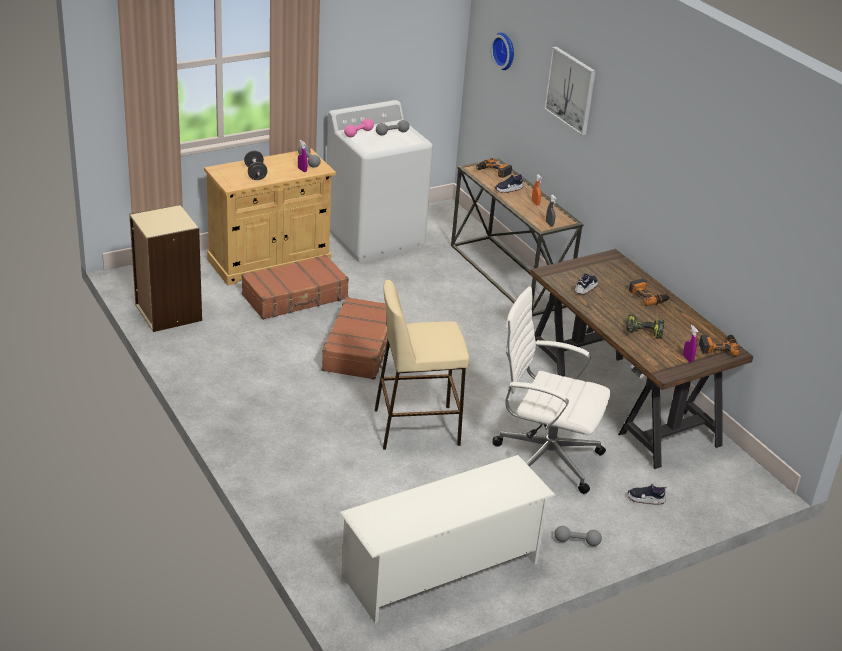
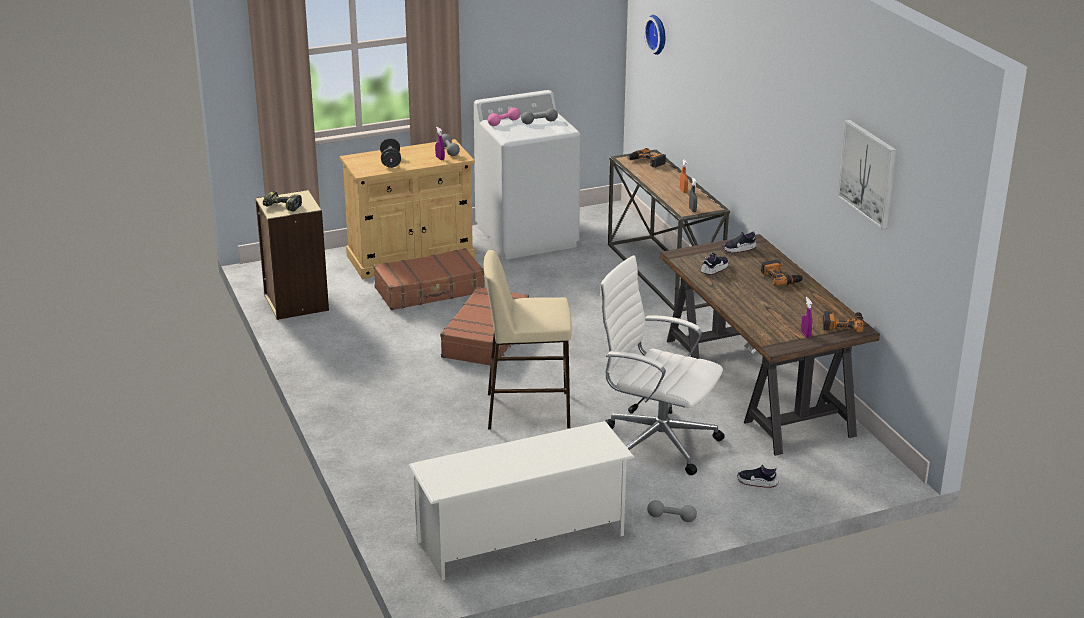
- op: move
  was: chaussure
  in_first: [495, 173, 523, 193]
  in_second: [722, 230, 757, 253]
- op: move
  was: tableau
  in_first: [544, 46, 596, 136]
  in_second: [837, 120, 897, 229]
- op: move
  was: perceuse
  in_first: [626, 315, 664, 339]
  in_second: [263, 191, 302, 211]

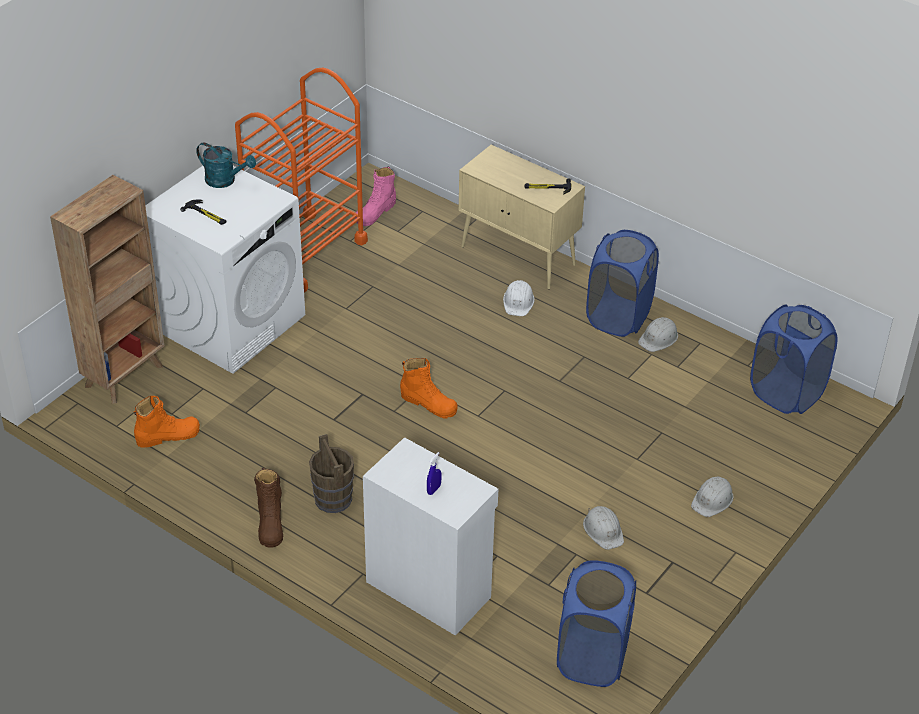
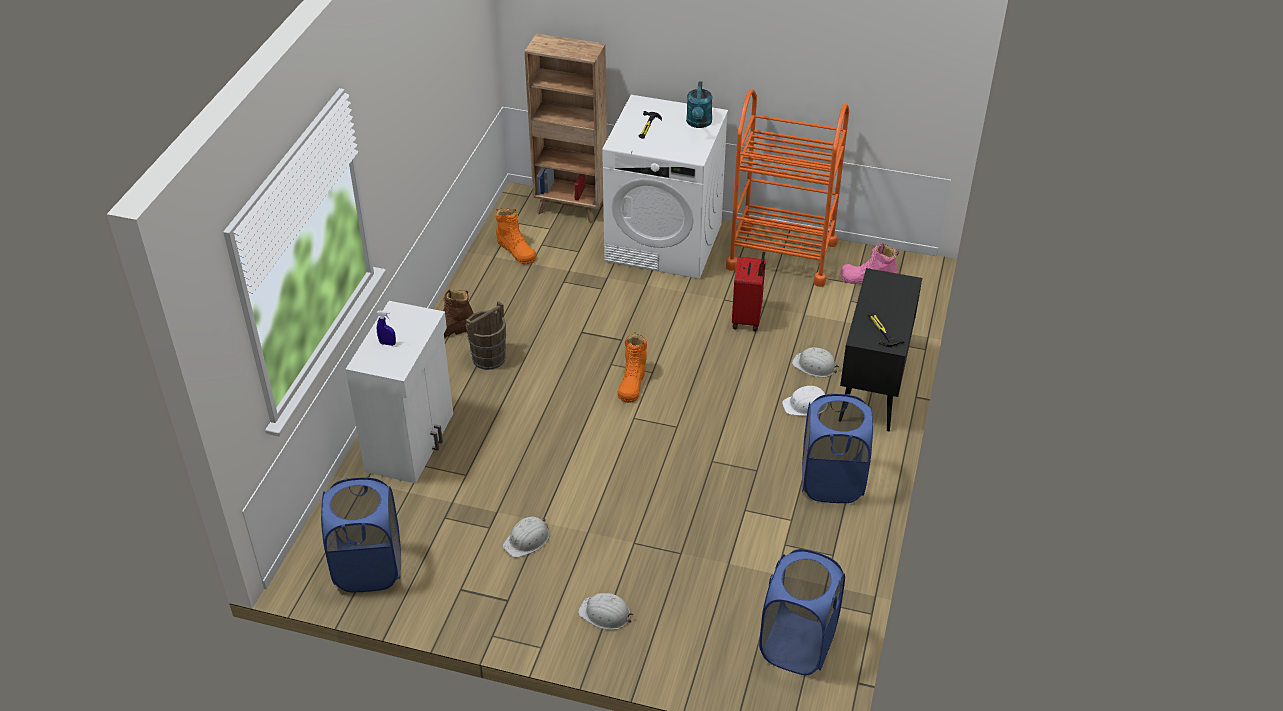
- op: recolor
  was: meuble de rangement/beige
  now: meuble de rangement/noir
  in_first: [459, 145, 585, 289]
  in_second: [840, 268, 922, 432]
- op: move
  was: casque de chantier/blanc
  in_first: [638, 317, 678, 352]
  in_second: [792, 348, 839, 378]
- op: insert
  now: valise/rouge
  in_second: [732, 252, 766, 332]

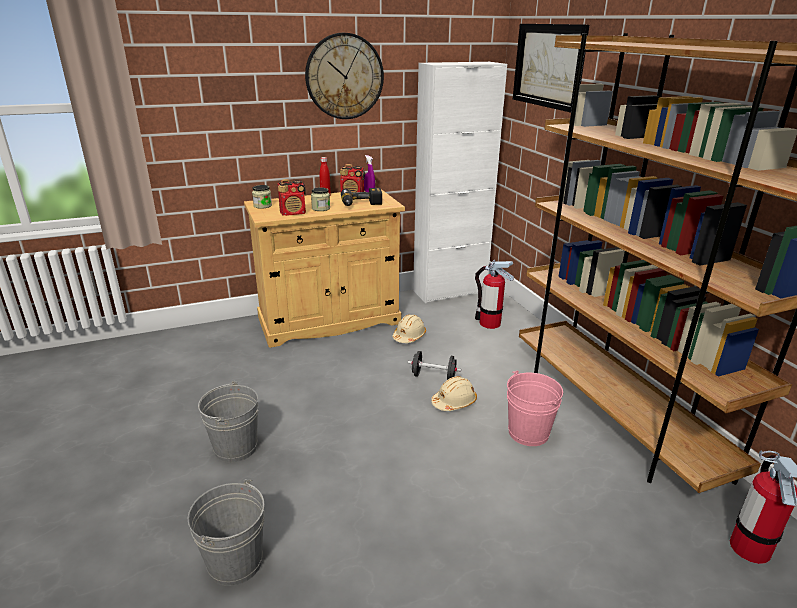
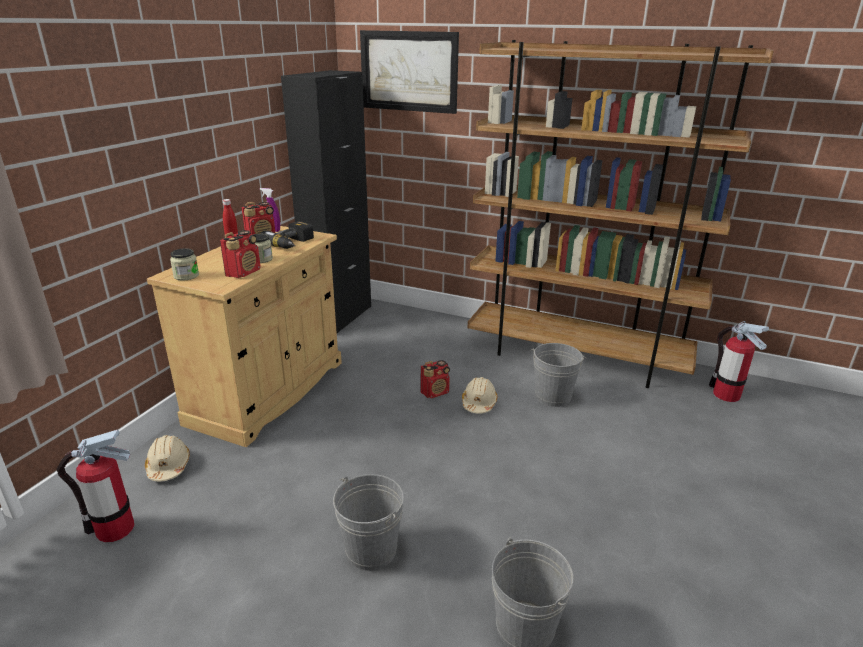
- op: delete
  was: horloge murale
  in_first: [305, 33, 384, 119]
- op: move
  was: casque de chantier/beige
  in_first: [392, 314, 426, 343]
  in_second: [145, 435, 190, 481]
- op: replace
  was: haltère/noir
  now: radio
  in_first: [408, 351, 461, 380]
  in_second: [421, 360, 450, 399]
- op: recolor
  was: meuble de rangement/blanc
  now: meuble de rangement/noir
  in_first: [413, 62, 507, 303]
  in_second: [281, 70, 371, 333]
- op: move
  was: extincteur
  in_first: [475, 260, 514, 329]
  in_second: [57, 430, 134, 542]
- op: recolor
  was: seau/rose
  now: seau/gris
  in_first: [507, 370, 563, 446]
  in_second: [530, 343, 587, 407]

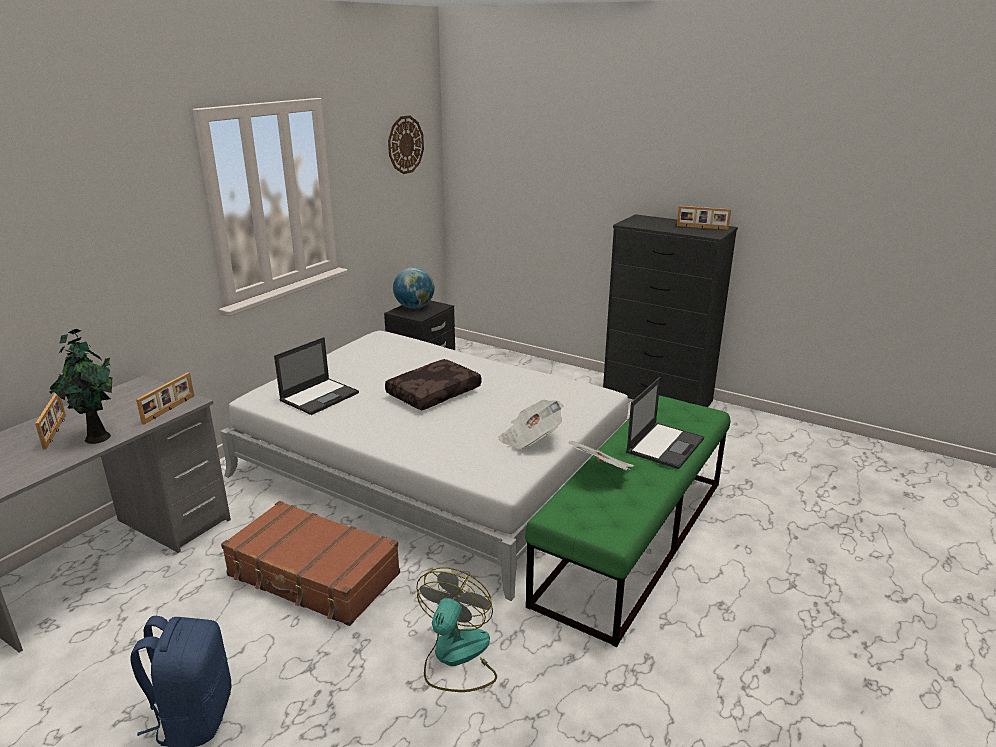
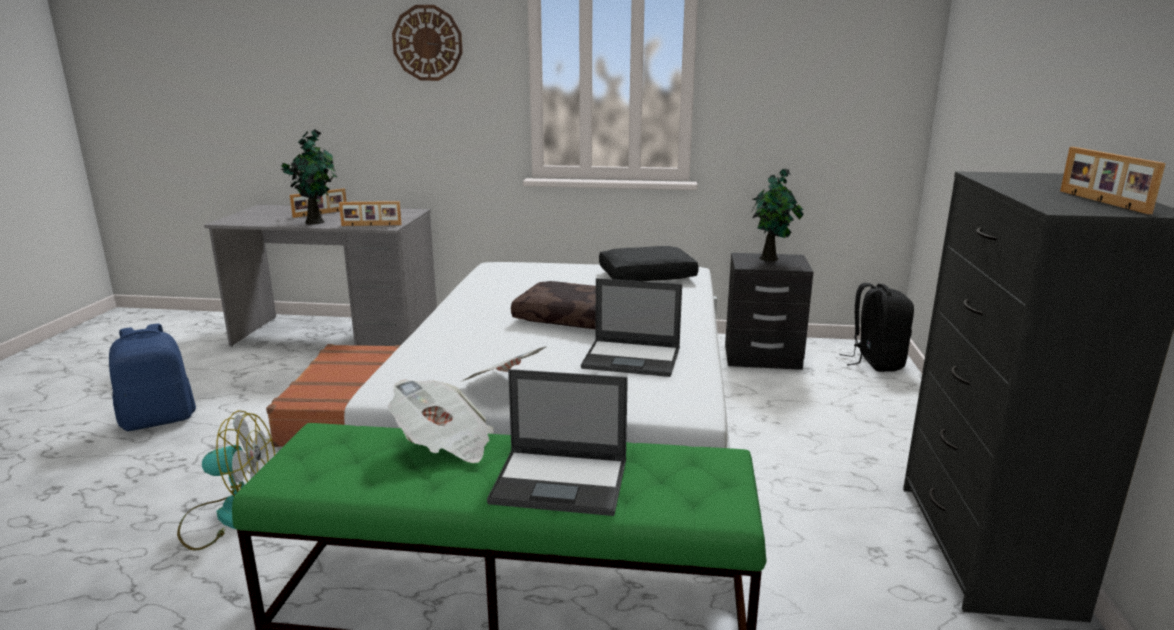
- op: move
  was: ordinateur portable
  in_first: [274, 337, 359, 415]
  in_second: [581, 278, 682, 377]
- op: move
  was: horloge murale
  in_first: [388, 115, 424, 174]
  in_second: [392, 5, 463, 81]
- op: replace
  was: globe
  now: plante en pot
  in_first: [393, 267, 435, 309]
  in_second: [751, 168, 804, 261]
- op: insert
  now: coussin/noir
  in_second: [599, 246, 699, 281]
- op: insert
  now: sac à dos/noir
  in_second: [839, 283, 914, 372]

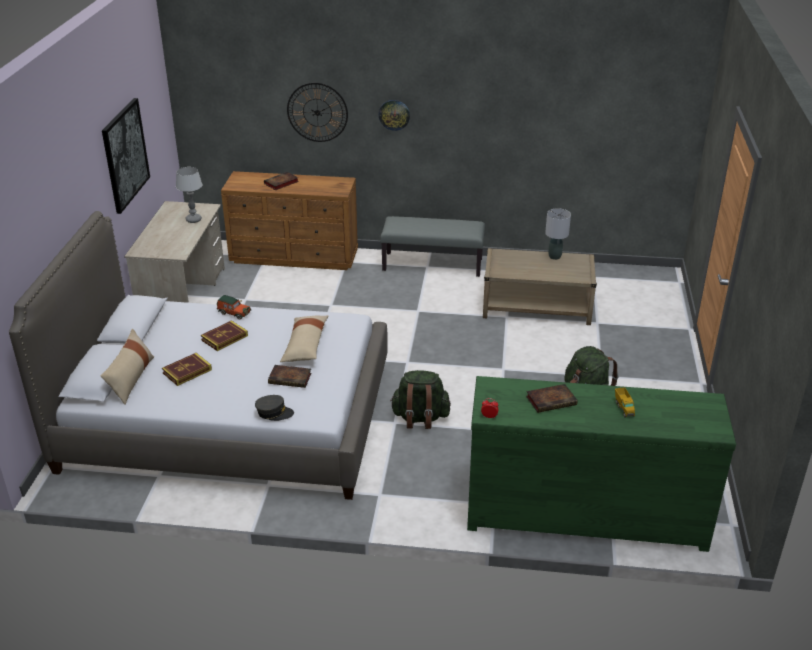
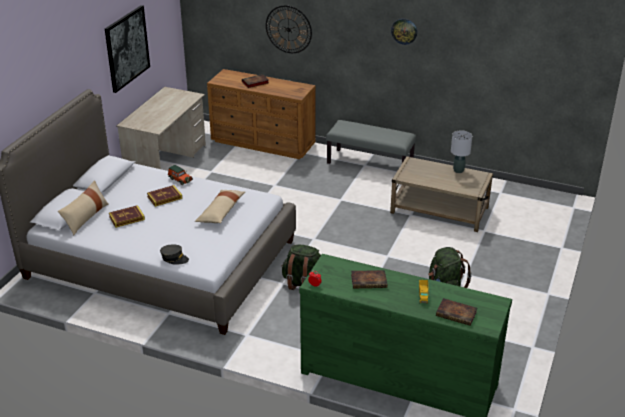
- op: delete
  was: lampe de table
  in_first: [176, 167, 202, 223]
- op: move
  was: livre
  in_first: [268, 365, 311, 388]
  in_second: [436, 298, 477, 326]
- op: move
  was: horloge murale
  in_first: [379, 100, 410, 131]
  in_second: [391, 19, 417, 45]

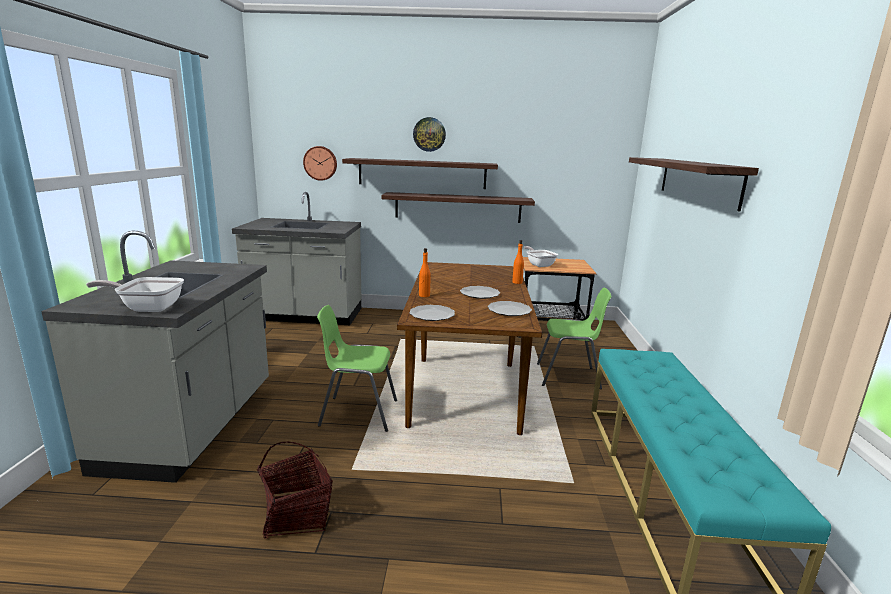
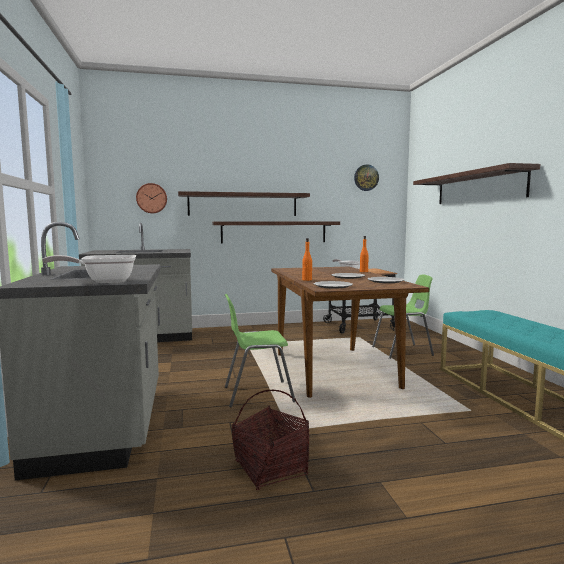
- op: move
  was: horloge murale
  in_first: [413, 117, 446, 152]
  in_second: [354, 164, 379, 191]

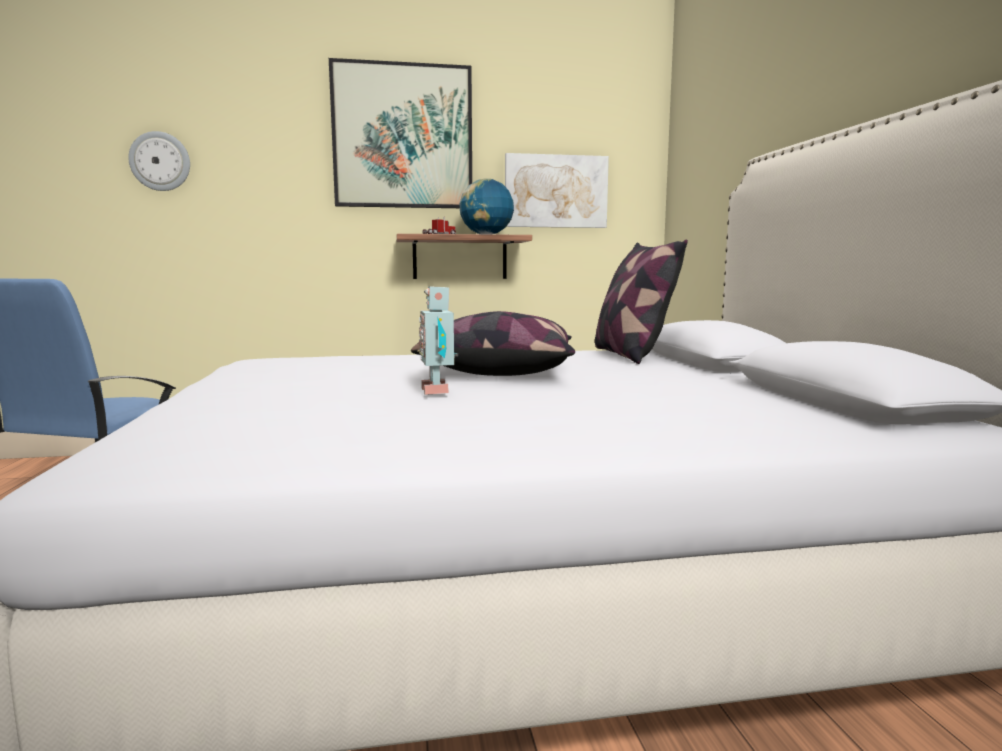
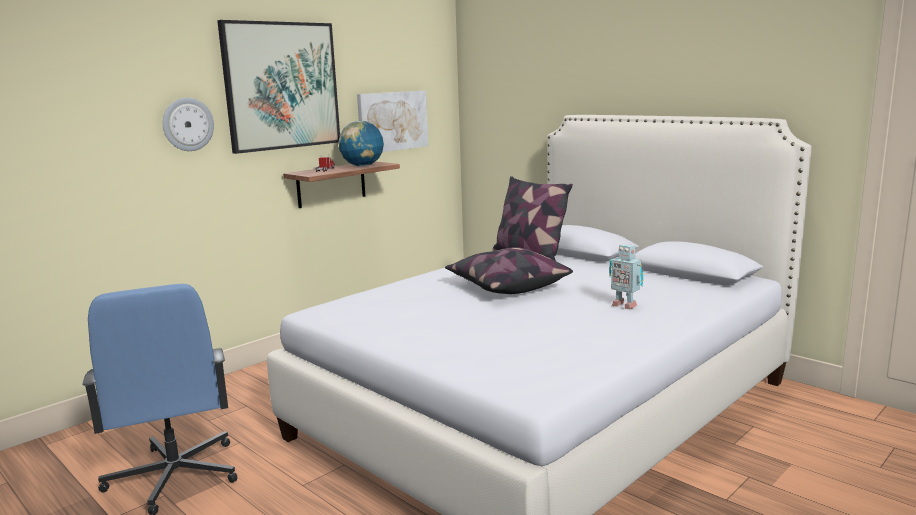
- op: move
  was: horloge murale
  in_first: [128, 131, 190, 191]
  in_second: [162, 98, 214, 151]
- op: move
  was: robot jouet
  in_first: [417, 286, 458, 395]
  in_second: [609, 244, 643, 310]

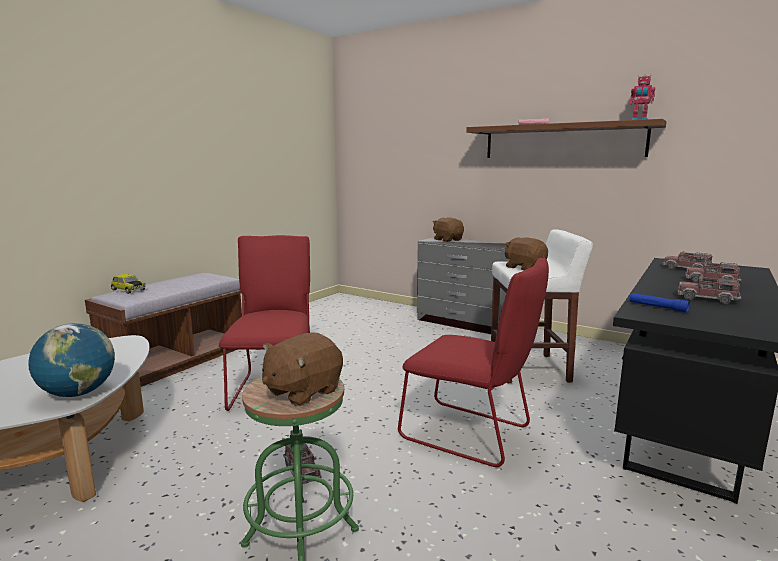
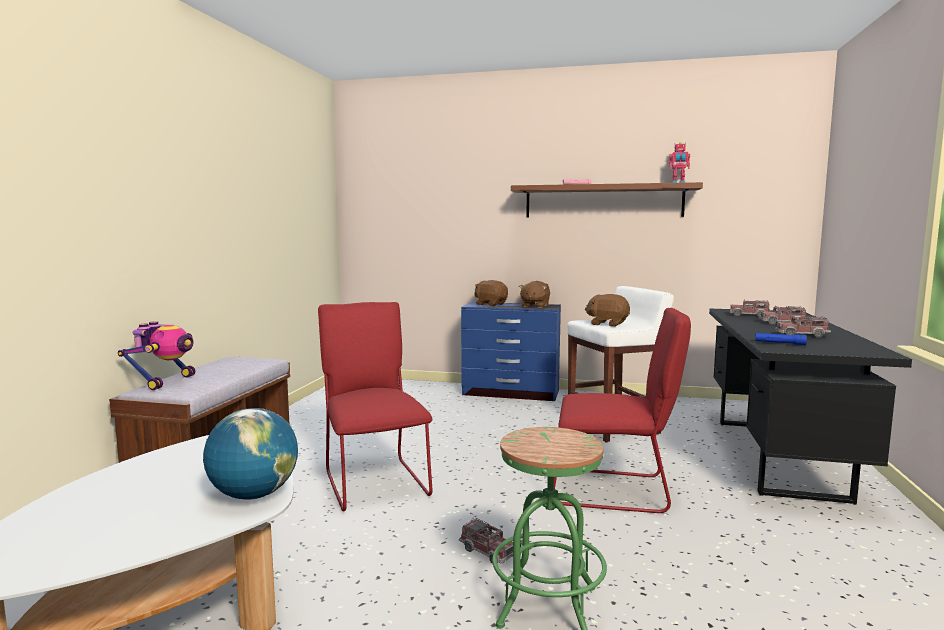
- op: replace
  was: petite voiture
  now: robot jouet
  in_first: [110, 274, 146, 294]
  in_second: [118, 321, 195, 390]
- op: move
  was: peluche/marron
  in_first: [262, 332, 343, 406]
  in_second: [519, 281, 550, 308]
- op: recolor
  was: commode/gris
  now: commode/bleu
  in_first: [417, 237, 510, 334]
  in_second: [461, 302, 561, 401]

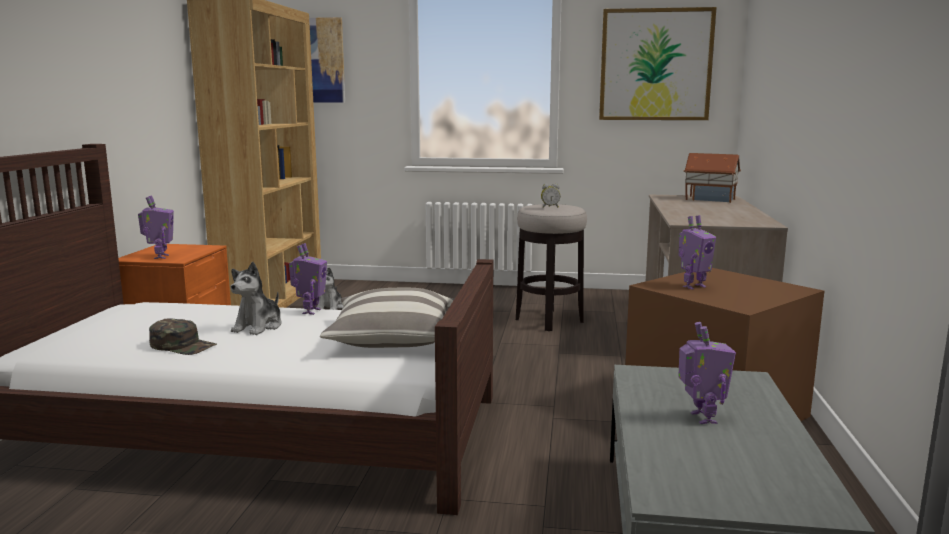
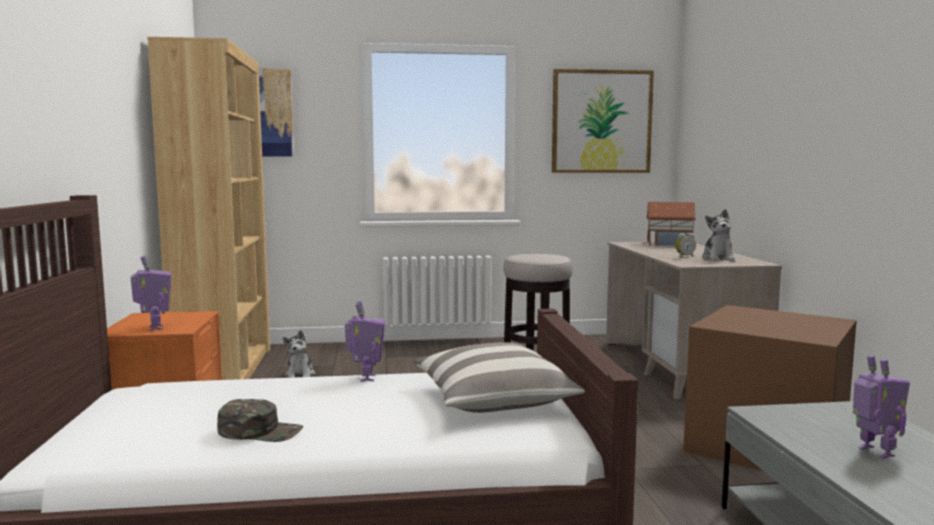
- op: move
  was: peluche
  in_first: [230, 262, 282, 335]
  in_second: [702, 209, 735, 261]
- op: move
  was: réveil
  in_first: [541, 183, 560, 208]
  in_second: [675, 233, 696, 258]
- op: delete
  was: robot jouet
  in_first: [679, 215, 716, 290]

